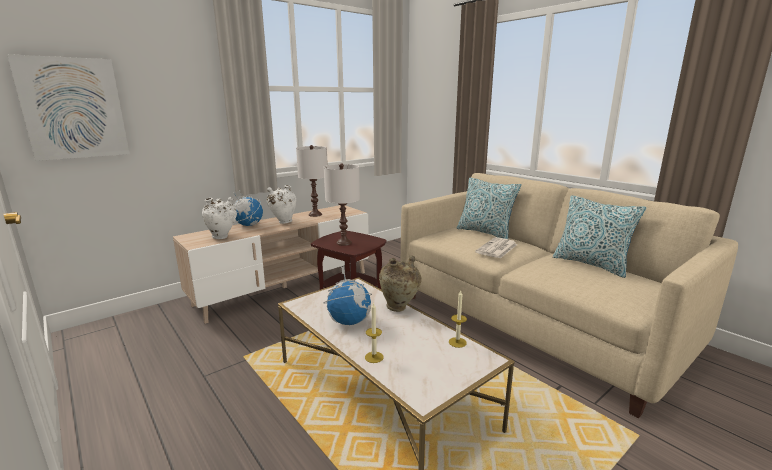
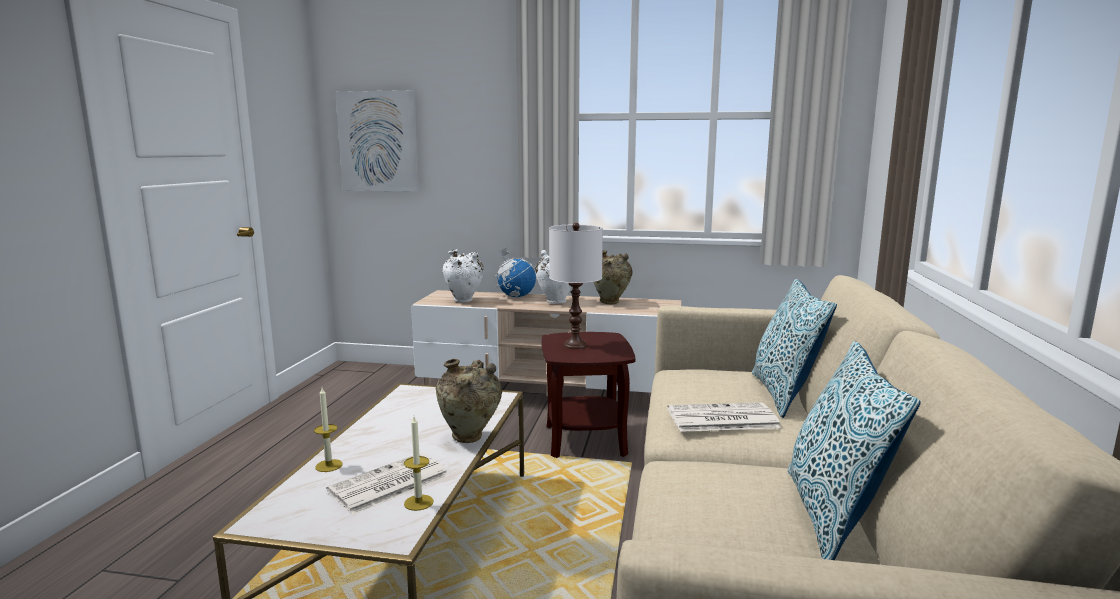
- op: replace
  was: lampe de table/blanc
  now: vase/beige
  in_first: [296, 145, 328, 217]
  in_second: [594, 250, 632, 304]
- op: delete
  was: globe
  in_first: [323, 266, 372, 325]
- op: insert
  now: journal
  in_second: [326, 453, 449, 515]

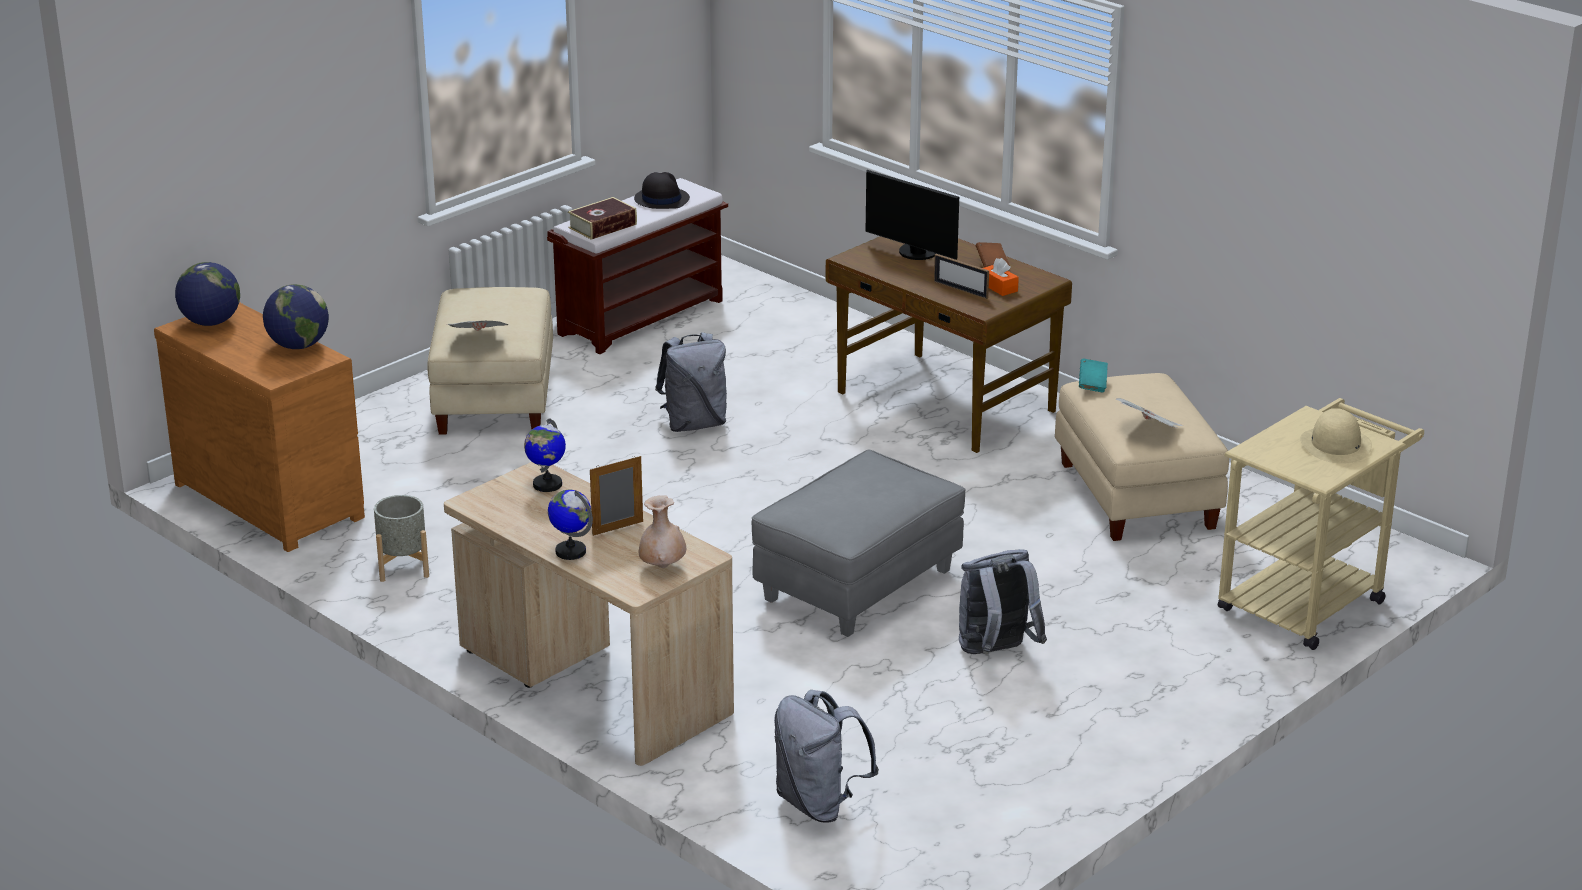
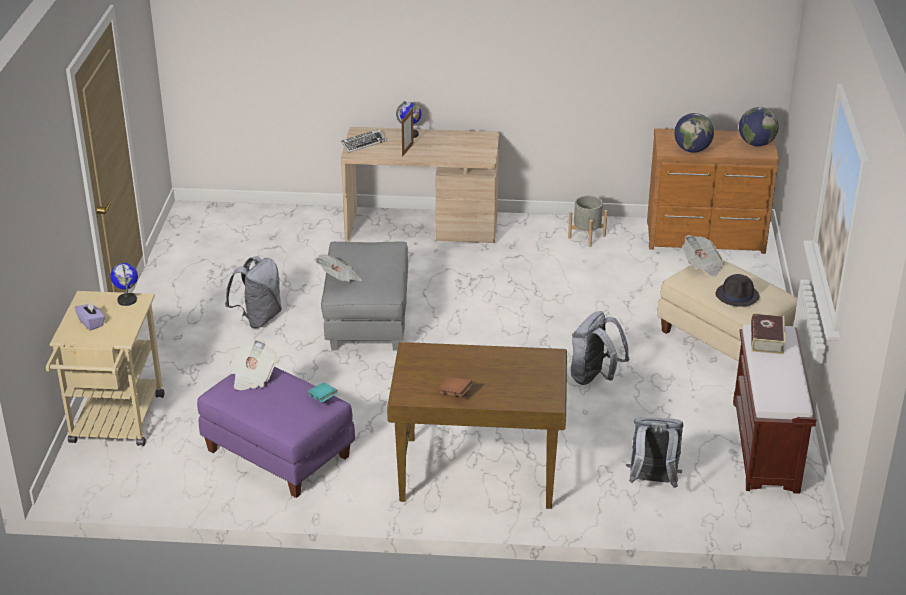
- op: move
  was: globe
  in_first: [524, 418, 566, 492]
  in_second: [110, 262, 138, 306]
- op: move
  was: chapeau/noir
  in_first: [634, 172, 690, 209]
  in_second: [716, 274, 760, 307]
- op: replace
  was: vase/beige
  now: clavier
  in_first: [639, 495, 686, 568]
  in_second: [341, 129, 387, 153]
- op: move
  was: sac à dos/gris
  in_first: [774, 690, 879, 823]
  in_second: [626, 418, 683, 488]
- op: delete
  was: écran d'ordinateur
  in_first: [865, 170, 959, 260]
- op: delete
  was: cadre photo
  in_first: [934, 254, 989, 299]
- op: delete
  was: boîte à mouchoirs/orange
  in_first: [983, 258, 1019, 296]
- op: recolor
  was: pouf/beige
  now: pouf/violet
  in_first: [1055, 373, 1229, 541]
  in_second: [197, 367, 355, 498]
- op: replace
  was: chapeau/beige
  now: boîte à mouchoirs/violet
  in_first: [1300, 408, 1372, 464]
  in_second: [75, 301, 105, 331]
- op: insert
  now: journal
  in_second: [314, 255, 362, 282]

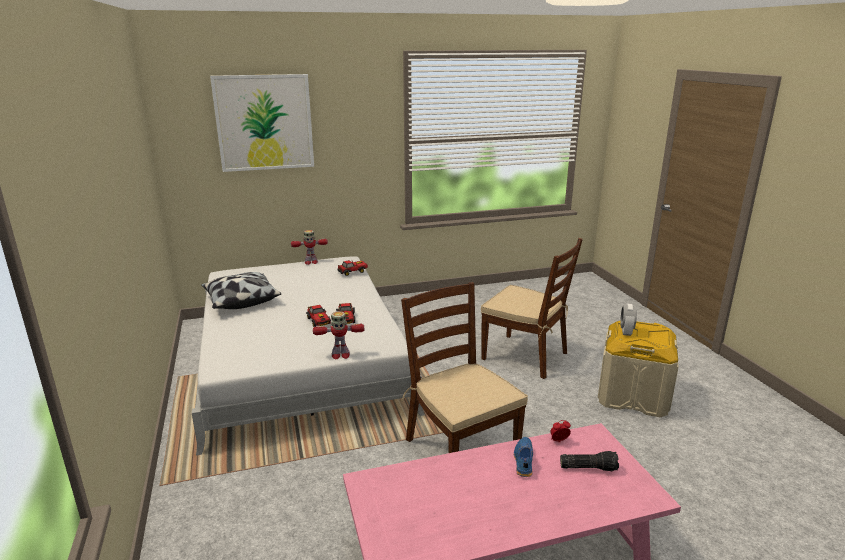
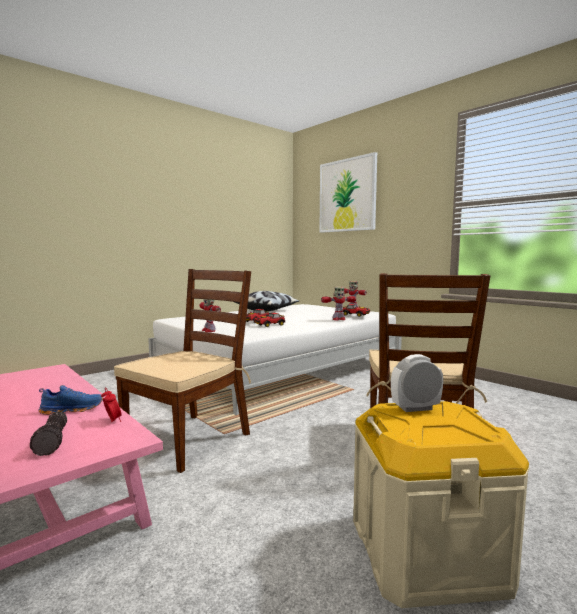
- op: insert
  now: robot jouet
  in_second: [321, 287, 356, 321]

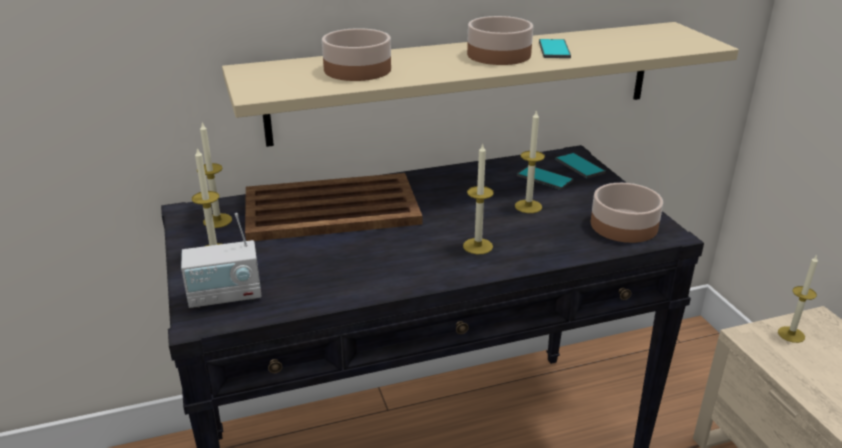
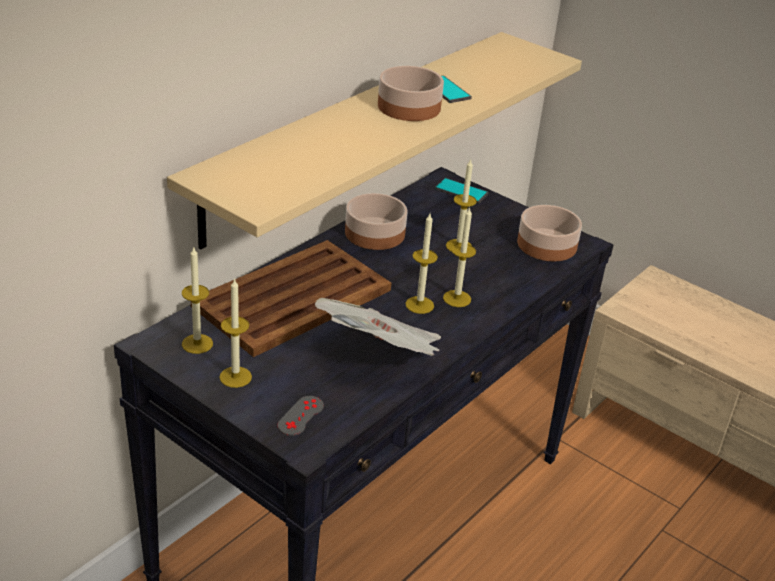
- op: replace
  was: radio
  now: manette/gris
  in_first: [181, 213, 261, 309]
  in_second: [277, 396, 324, 436]
- op: move
  was: bol
  in_first: [322, 28, 391, 81]
  in_second: [345, 193, 407, 250]
- op: delete
  was: téléphone
  in_first: [517, 166, 573, 190]
- op: move
  was: bougie
  in_first: [778, 255, 818, 343]
  in_second: [405, 214, 438, 314]
- op: insert
  now: journal
  in_second: [315, 298, 441, 356]

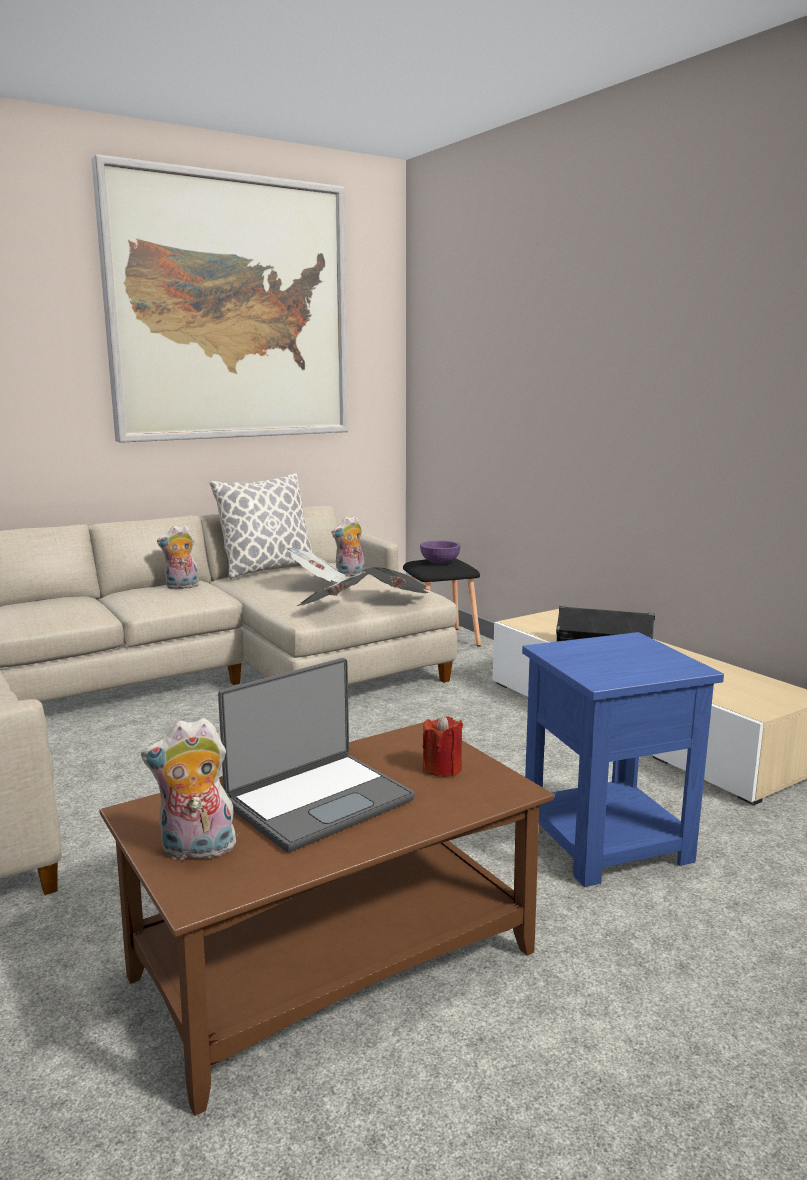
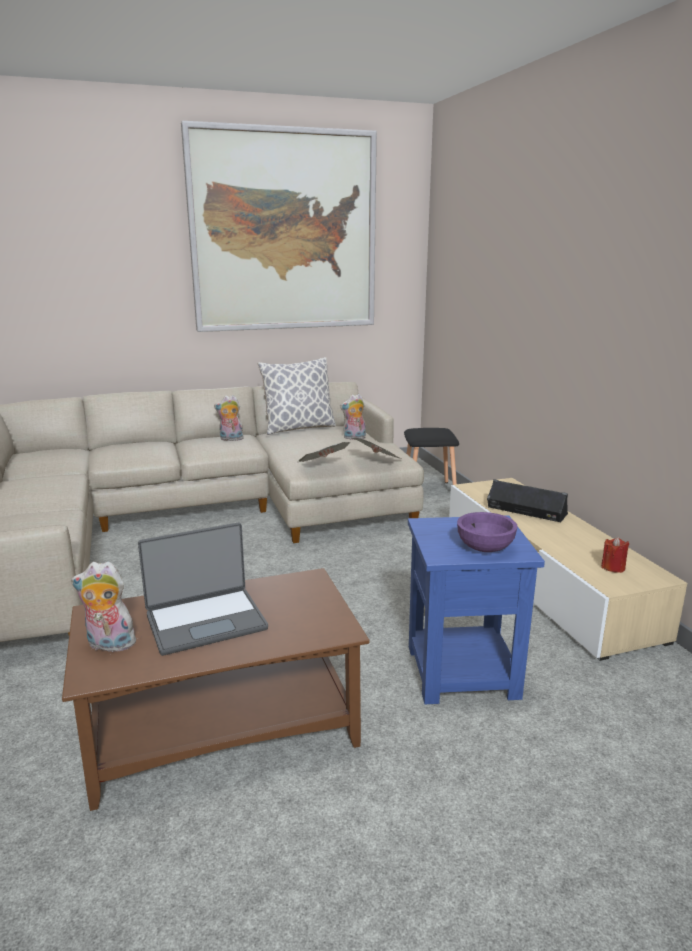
- op: delete
  was: journal
  in_first: [285, 547, 352, 587]
- op: move
  was: bol/violet
  in_first: [420, 541, 461, 564]
  in_second: [457, 512, 518, 552]
- op: move
  was: bougie/rouge
  in_first: [422, 714, 463, 777]
  in_second: [601, 537, 629, 573]

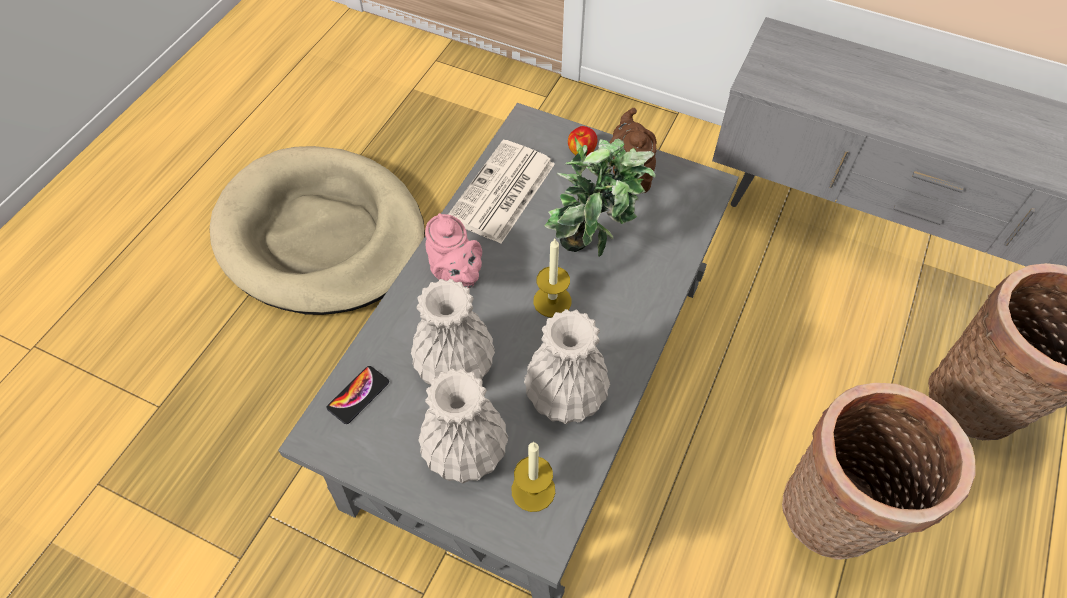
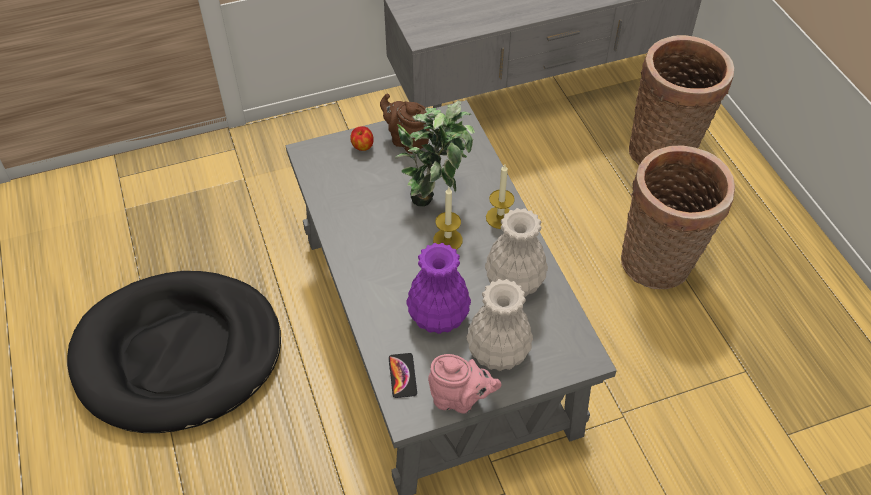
- op: recolor
  was: panier pour chien/beige
  now: panier pour chien/noir
  in_first: [210, 146, 425, 315]
  in_second: [67, 271, 281, 433]
- op: recolor
  was: vase/blanc
  now: vase/violet
  in_first: [411, 279, 495, 385]
  in_second: [406, 243, 471, 334]
- op: move
  was: théière/rose
  in_first: [425, 213, 482, 288]
  in_second: [428, 354, 502, 414]
- op: delete
  was: journal
  in_first: [448, 140, 555, 244]
- op: move
  was: bougie
  in_first: [511, 442, 555, 512]
  in_second: [486, 164, 515, 229]

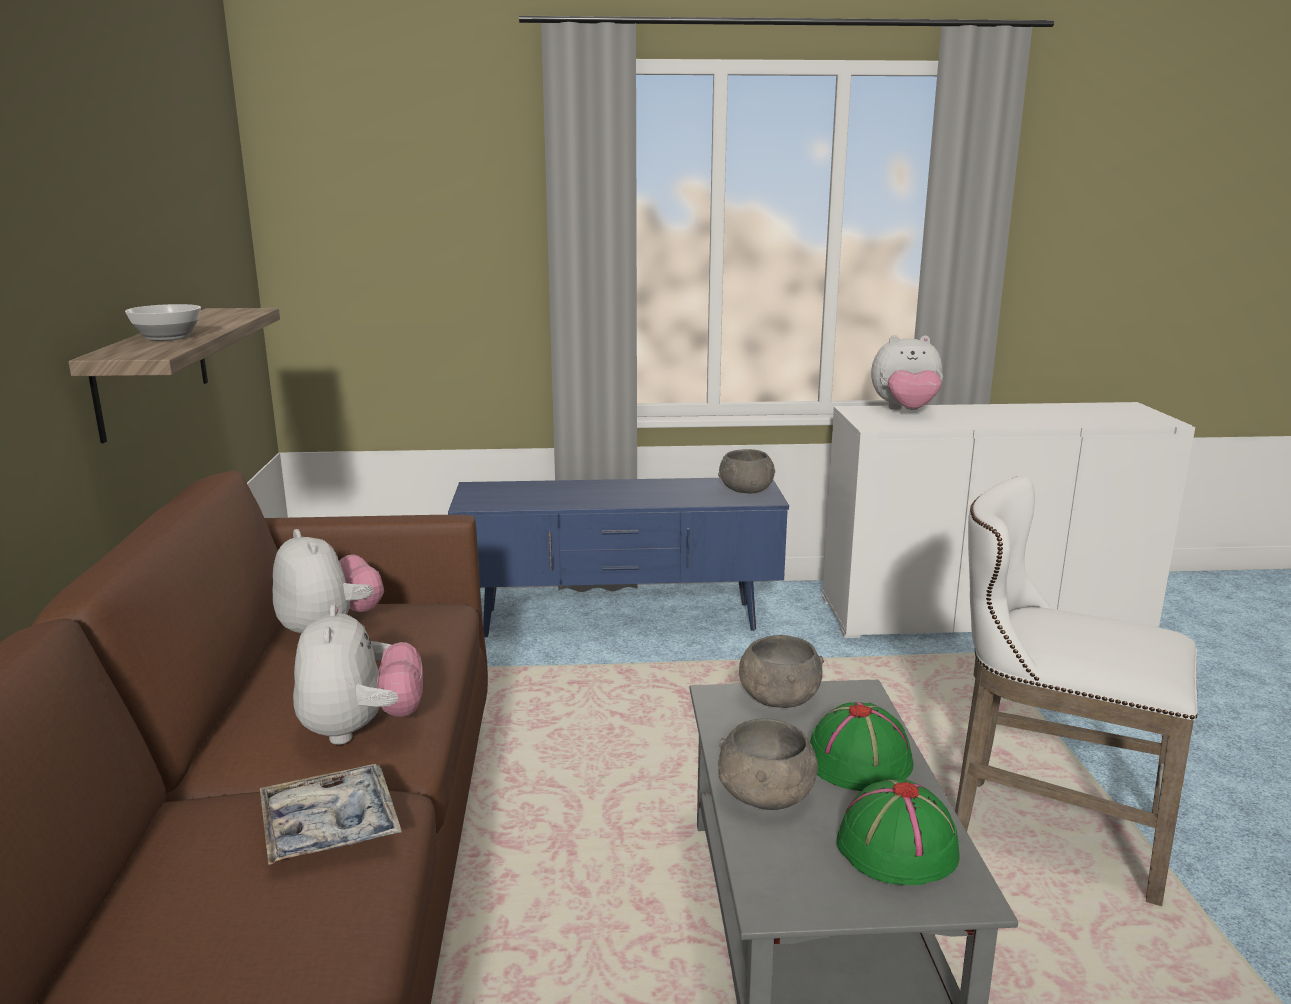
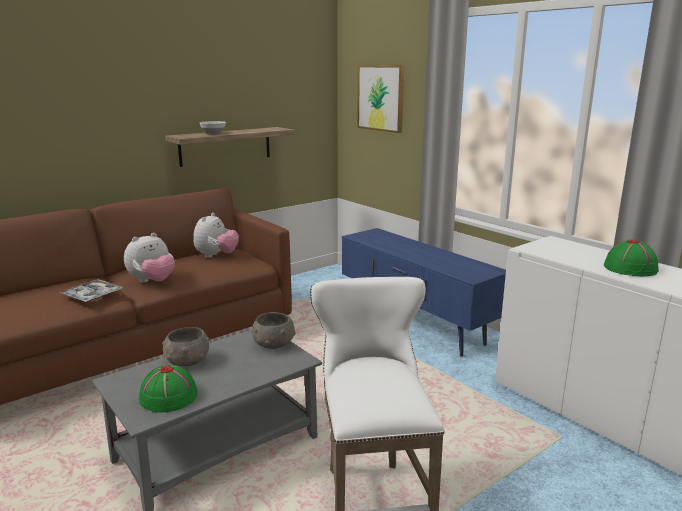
- op: delete
  was: bol/gris
  in_first: [718, 449, 775, 493]
- op: move
  was: chapeau/vert
  in_first: [810, 702, 914, 791]
  in_second: [604, 239, 659, 276]
- op: delete
  was: peluche
  in_first: [871, 335, 943, 410]
- op: insert
  now: tableau
  in_second: [357, 65, 404, 133]

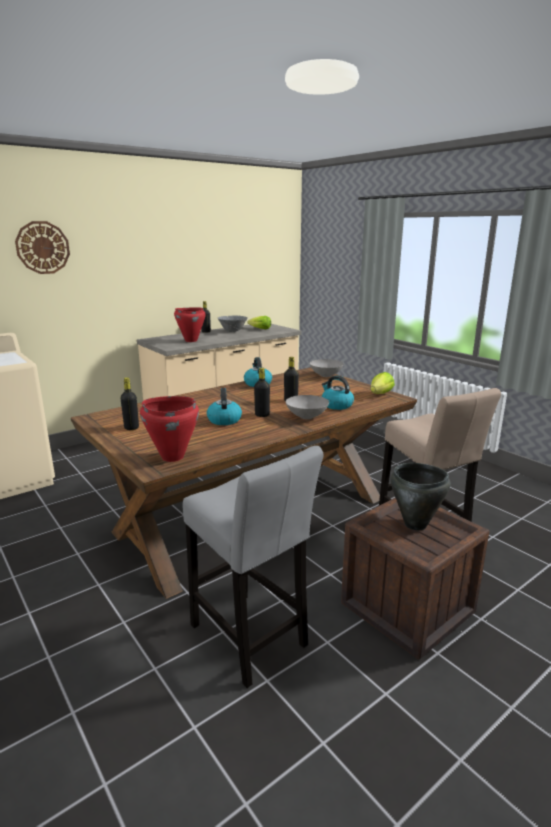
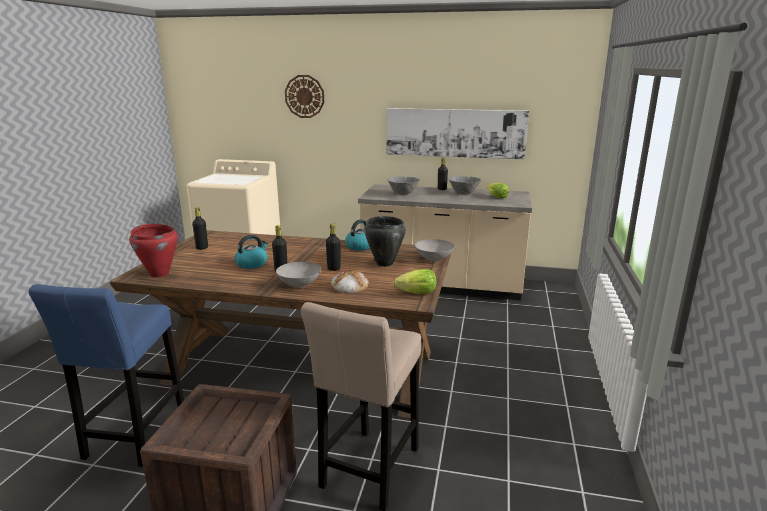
- op: replace
  was: marmite/rouge
  now: bol/gris
  in_first: [174, 307, 206, 342]
  in_second: [387, 176, 420, 195]
- op: recolor
  was: tabouret/gris
  now: tabouret/bleu
  in_first: [183, 446, 324, 688]
  in_second: [28, 284, 184, 467]
- op: replace
  was: bouilloire
  now: pain
  in_first: [322, 375, 354, 410]
  in_second: [331, 269, 369, 294]
- op: move
  was: marmite/noir
  in_first: [391, 463, 451, 530]
  in_second: [364, 216, 406, 267]
- op: insert
  now: tableau
  in_second: [387, 108, 529, 160]

